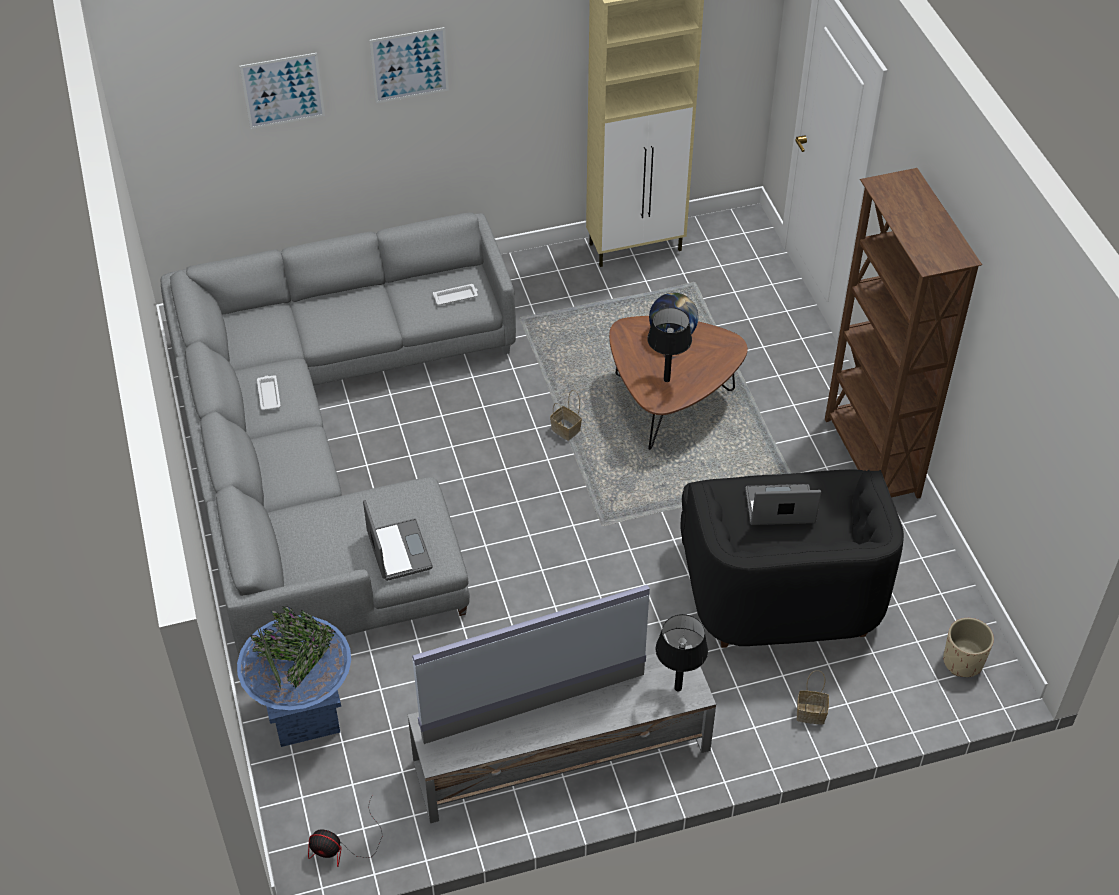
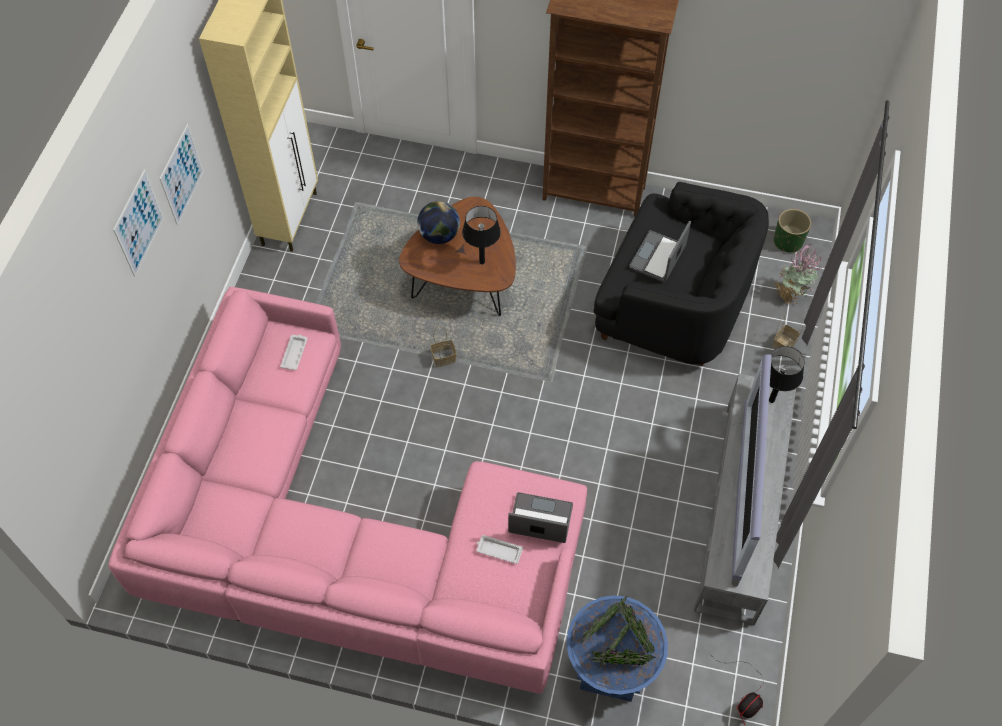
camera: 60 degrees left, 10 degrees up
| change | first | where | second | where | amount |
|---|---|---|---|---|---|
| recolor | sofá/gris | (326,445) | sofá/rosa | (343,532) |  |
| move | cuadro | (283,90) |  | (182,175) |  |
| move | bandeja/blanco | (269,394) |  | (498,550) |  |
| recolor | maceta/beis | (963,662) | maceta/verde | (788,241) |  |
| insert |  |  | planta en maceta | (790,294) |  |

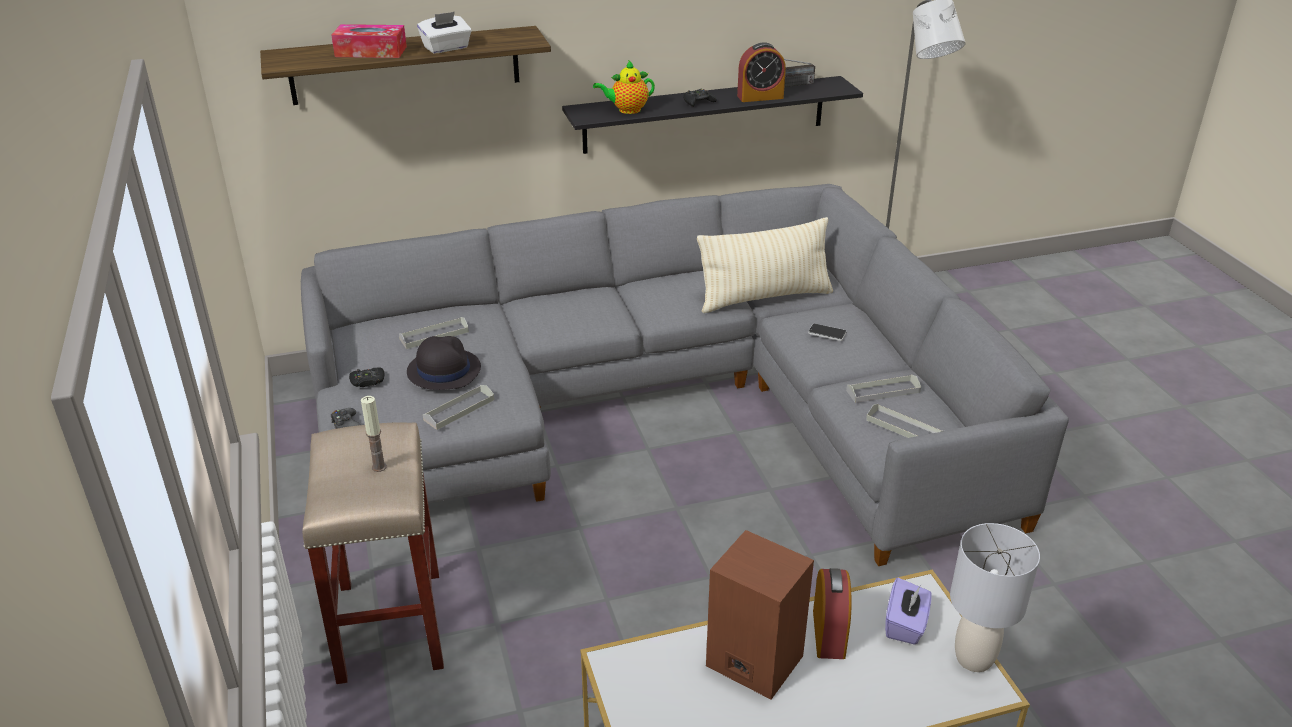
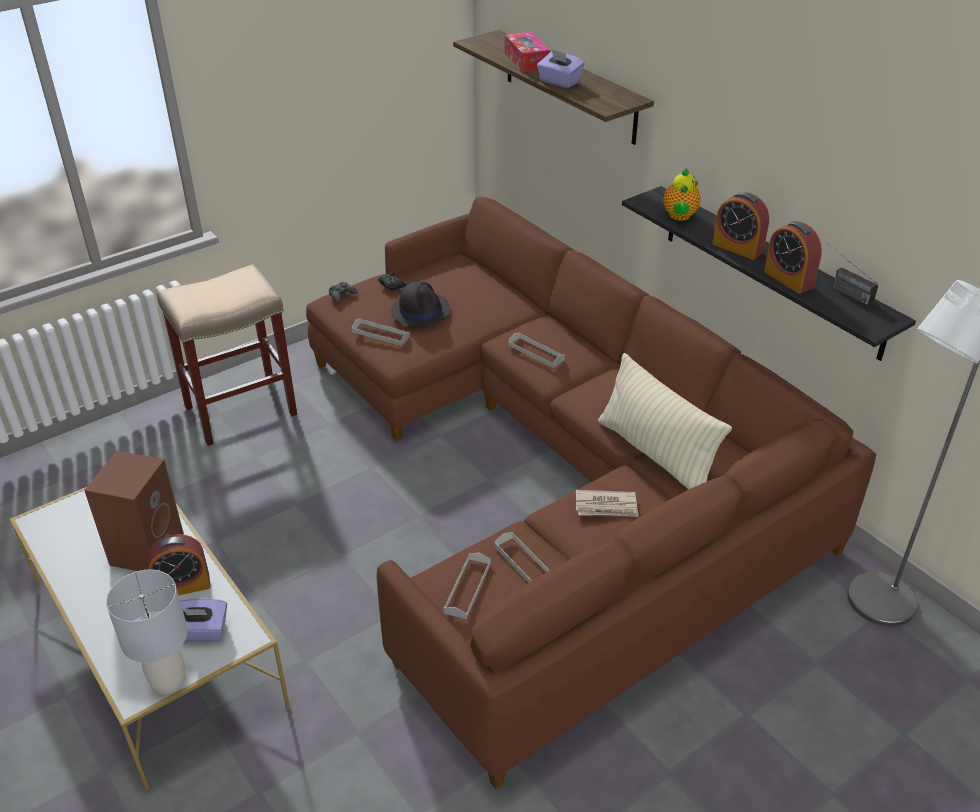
camera: 70 degrees right, 5 degrees up
| change | first | where | second | where | amount |
|---|---|---|---|---|---|
| recolor | sofá/gris | (661,406) | sofá/marrón | (554,472) |  |
| move | bandeja/gris | (434,335) |  | (536,352) |  |
| recolor | caja de pañuelos/blanco | (446,48) | caja de pañuelos/morado | (559,82) |  |
| replace | móvil | (827,333) | periódico | (606,506) |  |
| rotate | tetera | (627,110) |  | (679,216) | 135 degrees counterclockwise |
| replace | mando de consola/negro | (698,102) | despertador | (737,248) |  |
| delete | vela | (379,467) |  |  |  |

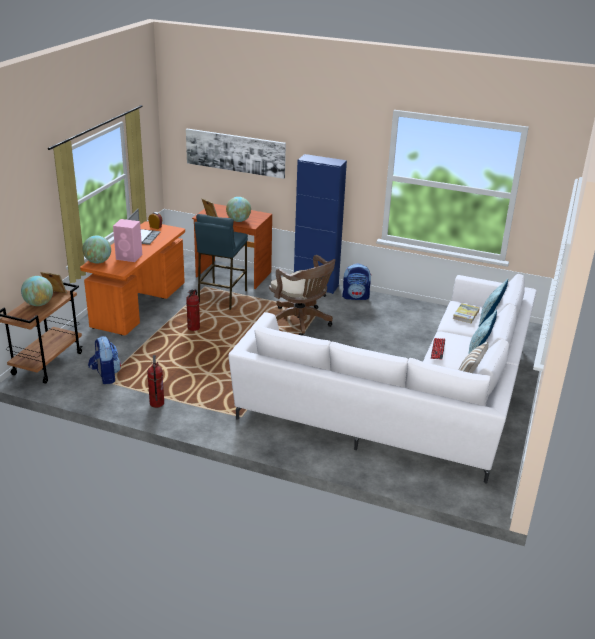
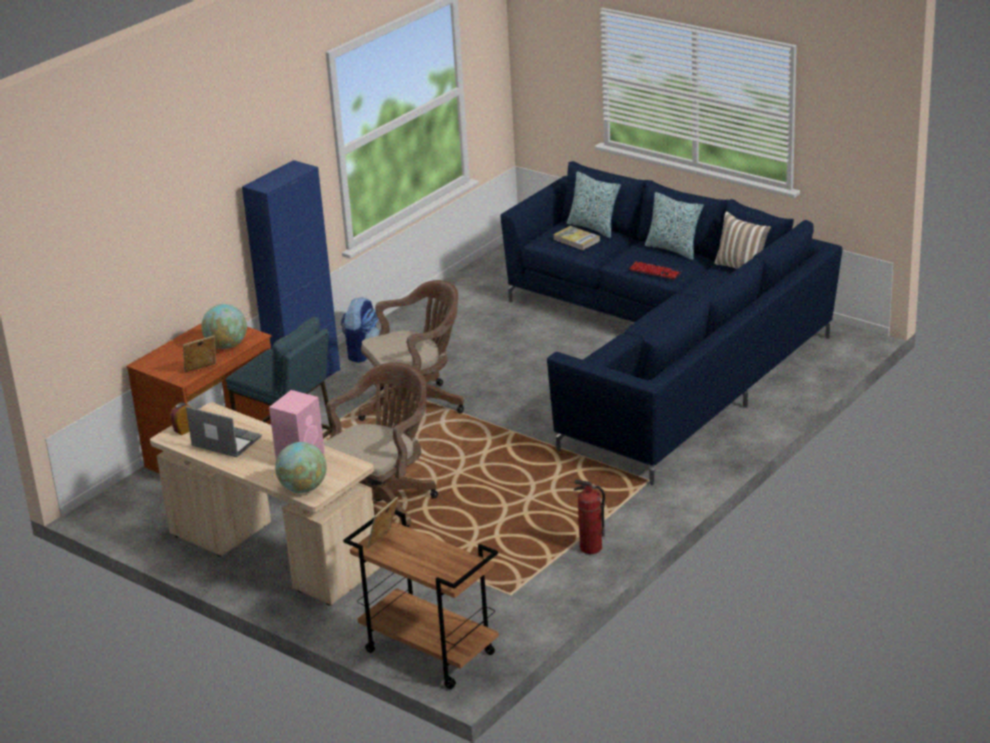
camera: 70 degrees left, 0 degrees up
| change | first | where | second | where | amount |
|---|---|---|---|---|---|
| recolor | escritorio/naranja | (139,305) | escritorio/beis | (273,554) |  |
| replace | extintor | (194,328) | silla de oficina/marrón | (384,503) |  |
| recolor | sofá/blanco | (412,406) | sofá/azul | (667,355) |  |
| delete | globo terráqueo | (39,304) |  |  |  |
| delete | mochila | (106,376) |  |  |  |
| delete | cuadro | (235,152) |  |  |  |

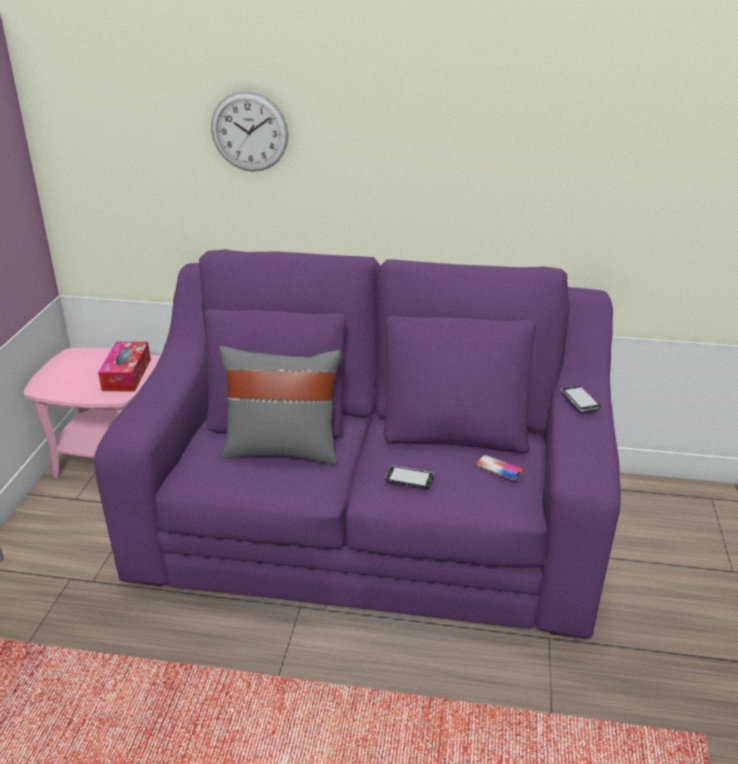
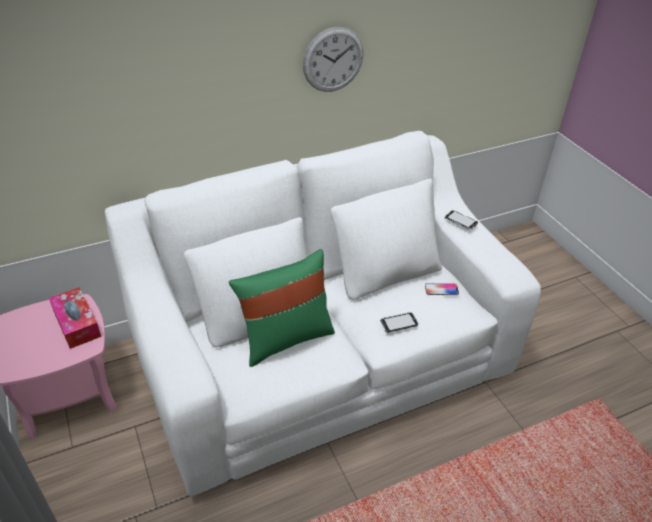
camera: 35 degrees left, 10 degrees up
| change | first | where | second | where | amount |
|---|---|---|---|---|---|
| recolor | sofá/morado | (369,530) | sofá/blanco | (322,361) |  |
| recolor | cojín/gris | (282,449) | cojín/verde | (285,338) |  |
| move | reloj de pared | (249,132) |  | (333,60) |  |

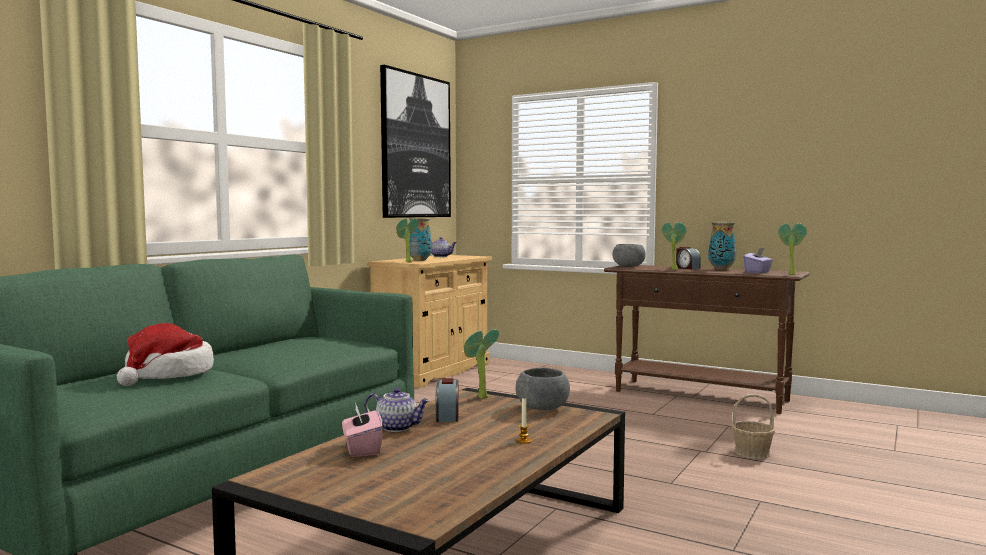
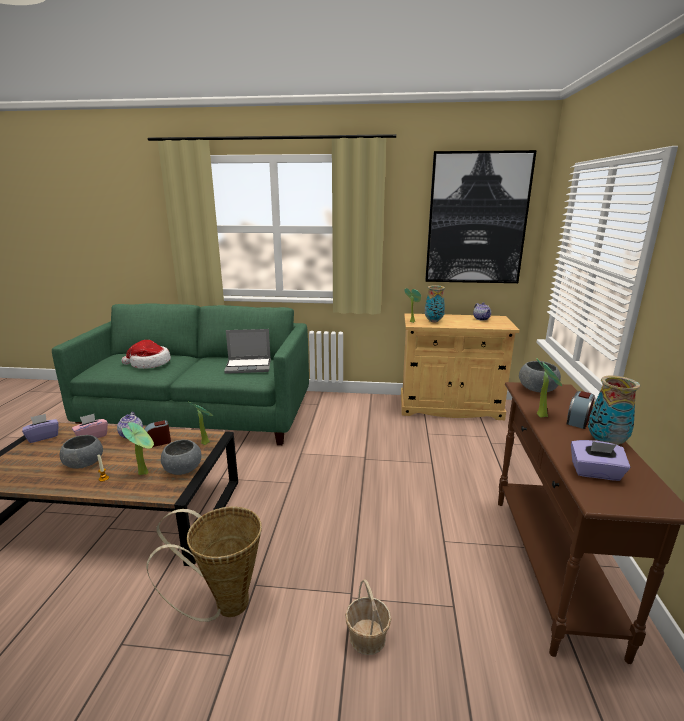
camera: 65 degrees right, 15 degrees up
| change | first | where | second | where | amount |
|---|---|---|---|---|---|
| insert |  |  | caja de pañuelos/morado | (43,437) |  |
| insert |  |  | cuenco/gris | (84,464) |  |
| move | planta en maceta | (790,274) |  | (145,472) |  |
| insert |  |  | cesta | (224,605) |  |
| insert |  |  | portátil | (249,366) |  |

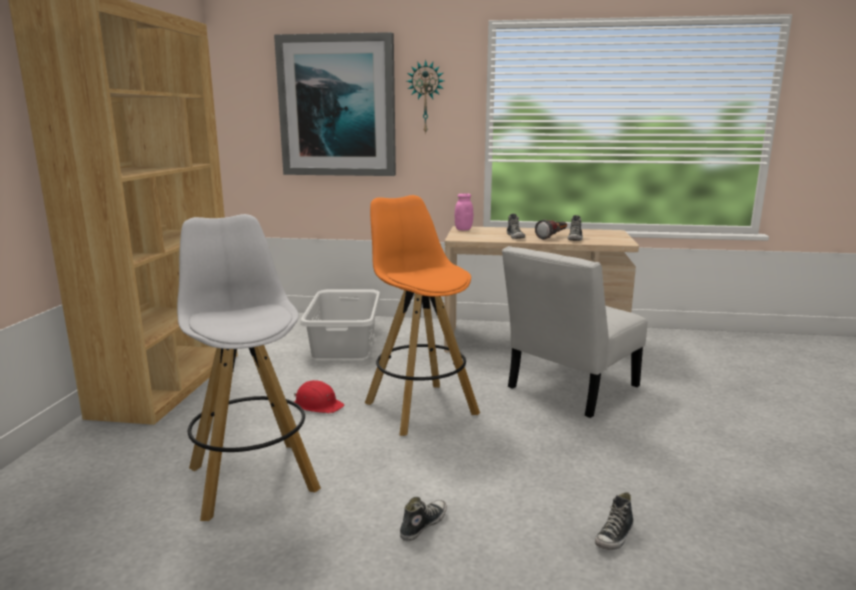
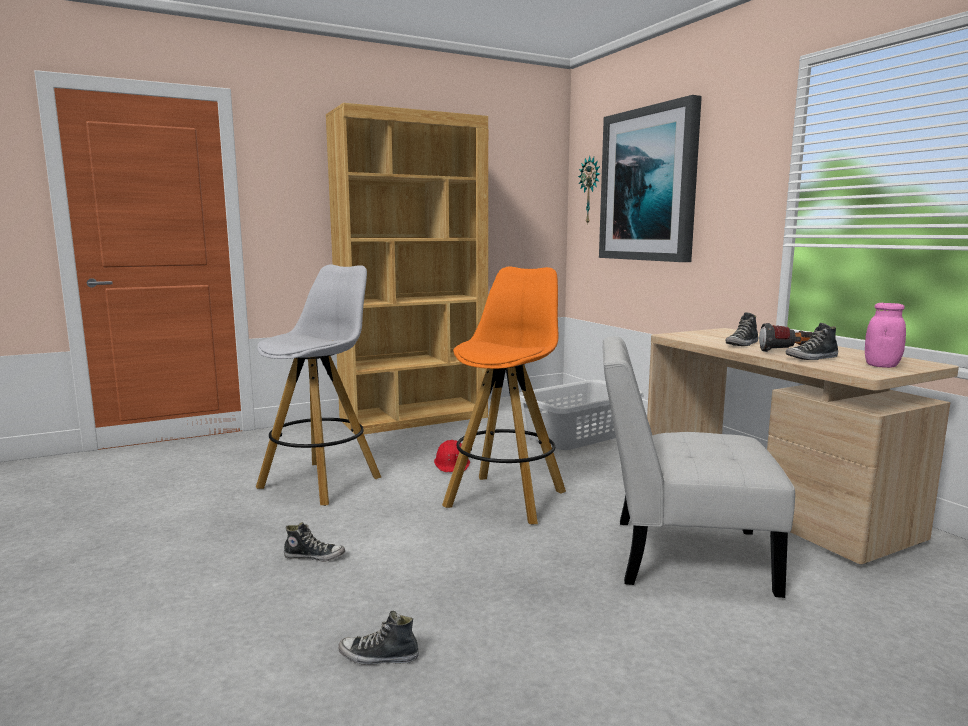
camera: 55 degrees right, 5 degrees down
| change | first | where | second | where | amount |
|---|---|---|---|---|---|
| move | reloj de pared | (425,97) |  | (590,190) |  |
| move | tarro/rosa | (463,229) |  | (881,366) |  |

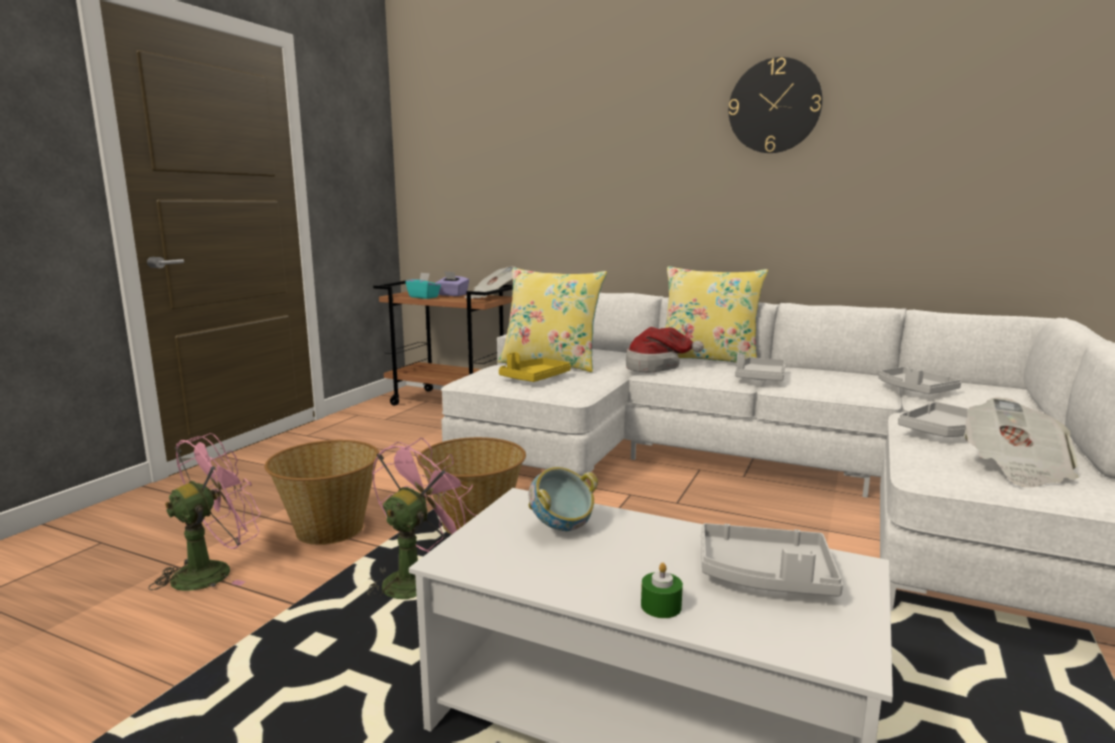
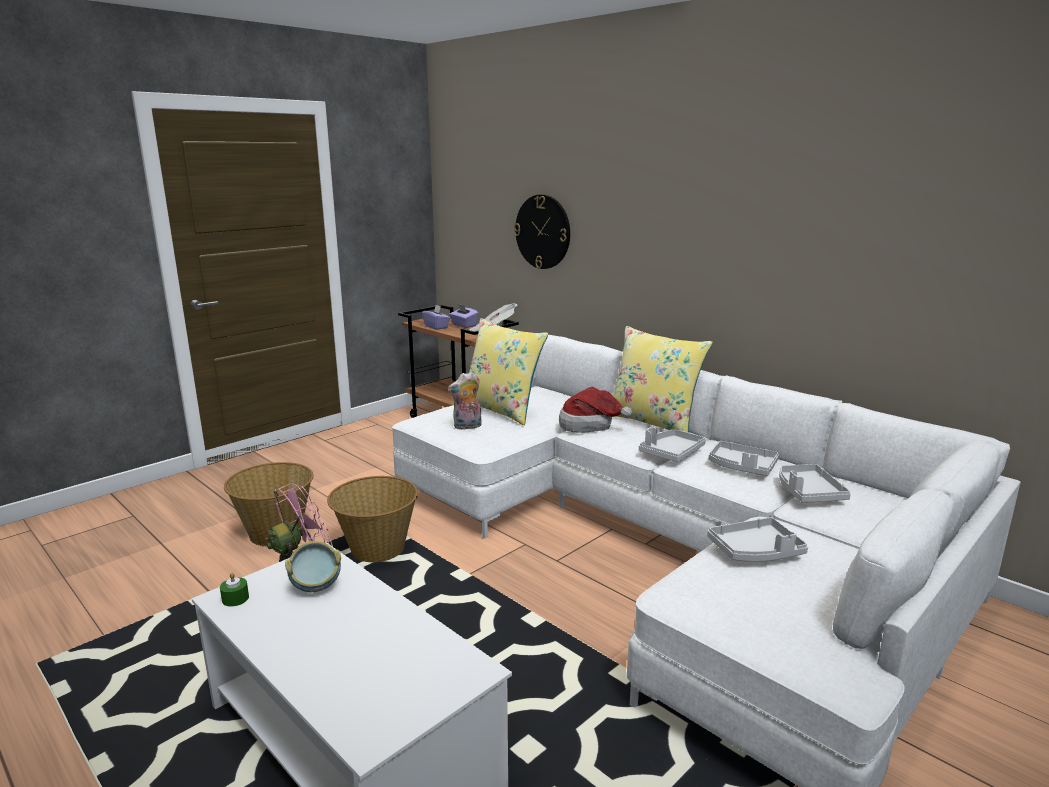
camera: 20 degrees right, 5 degrees up
| change | first | where | second | where | amount |
|---|---|---|---|---|---|
| move | vela/verde | (661,606) |  | (235,598) |  |
| recolor | caja de pañuelos/turquesa | (424,297) | caja de pañuelos/morado | (436,327) |  |
| replace | bandeja/amarillo | (534,378) | peluche | (467,427) |  |
| move | reloj de pared | (774,106) |  | (543,232) |  |
| move | bandeja/gris | (765,576) |  | (742,467) |  |
| delete | ventilador/rosa | (213,571) |  |  |  |
| delete | periódico | (1015,468) |  |  |  |

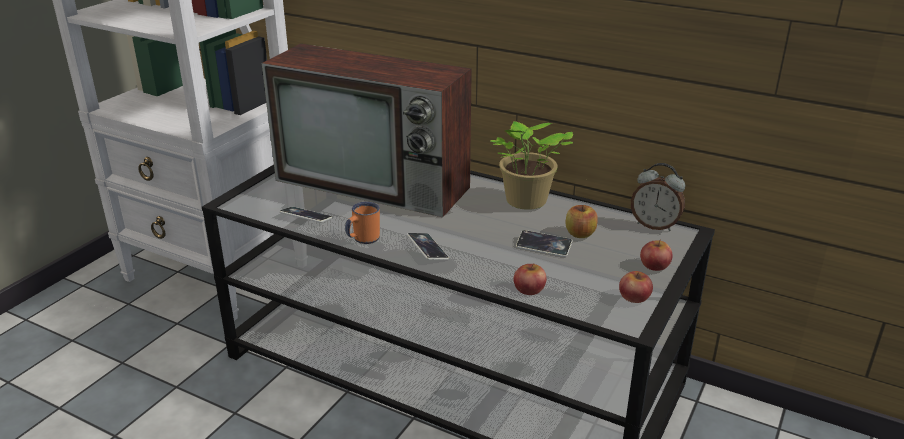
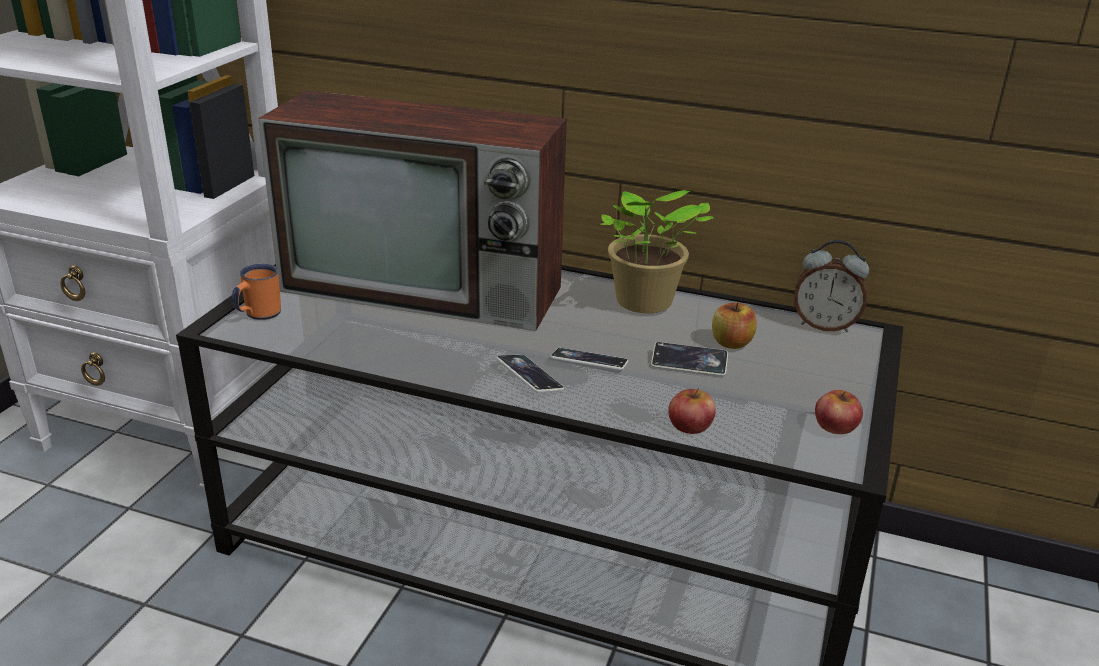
camera: 10 degrees left, 0 degrees up
| change | first | where | second | where | amount |
|---|---|---|---|---|---|
| move | taza grande/naranja | (362,239) |  | (258,315) |  |
| move | móvil | (306,217) |  | (589,363) |  |
| delete | manzana | (654,265) |  |  |  |

